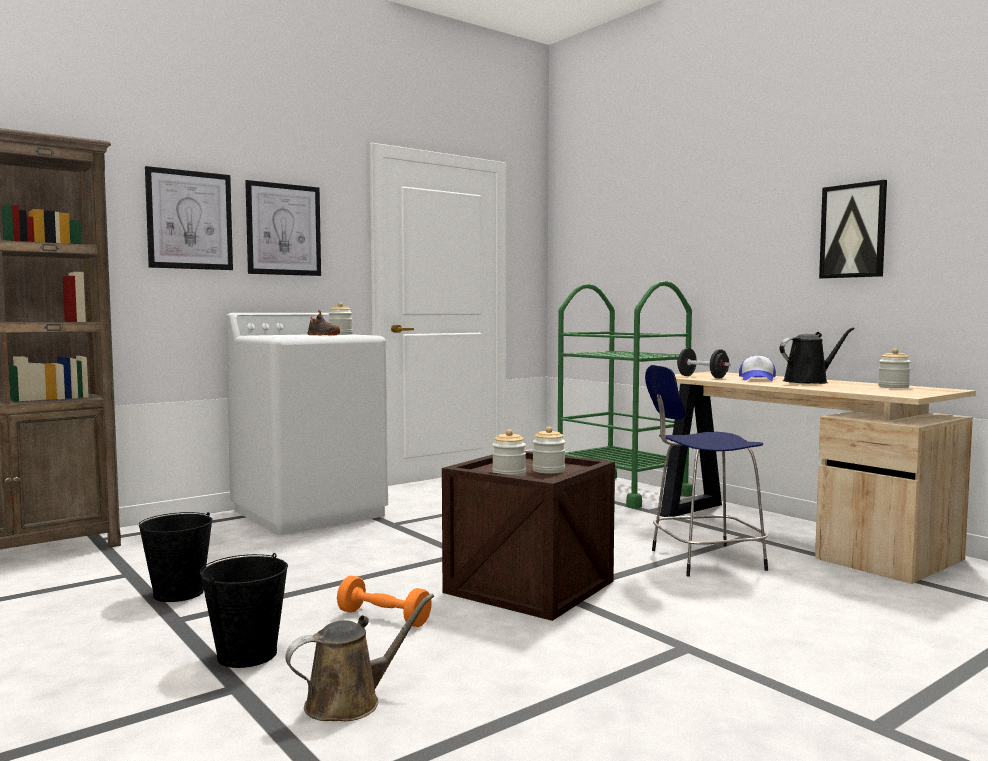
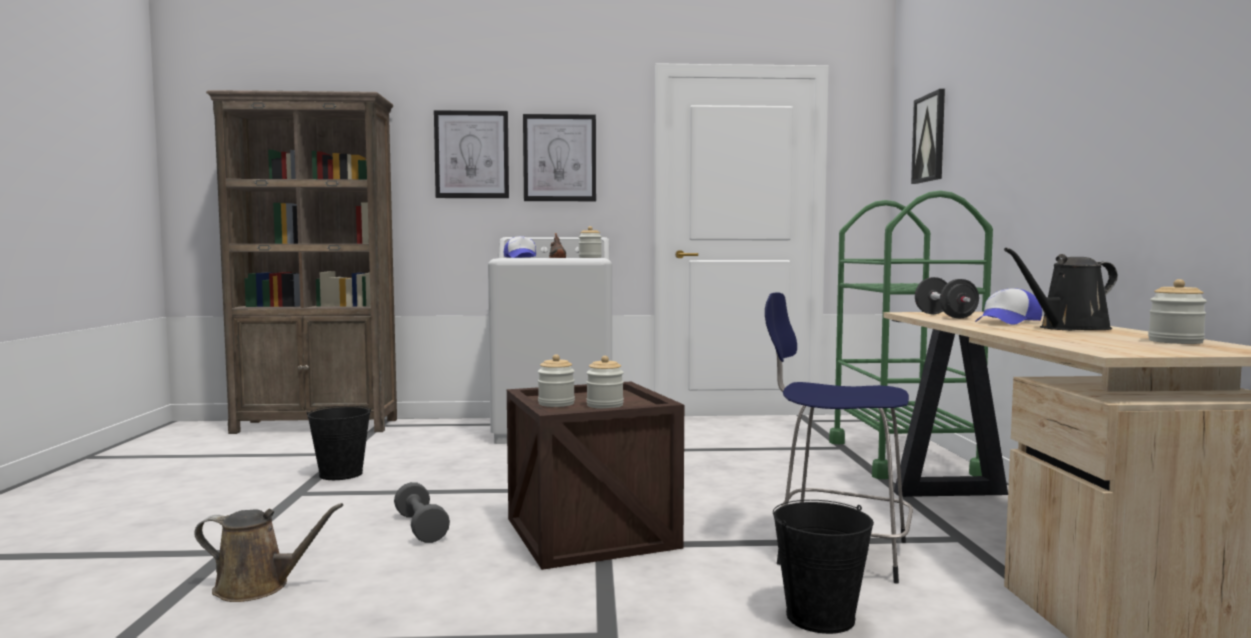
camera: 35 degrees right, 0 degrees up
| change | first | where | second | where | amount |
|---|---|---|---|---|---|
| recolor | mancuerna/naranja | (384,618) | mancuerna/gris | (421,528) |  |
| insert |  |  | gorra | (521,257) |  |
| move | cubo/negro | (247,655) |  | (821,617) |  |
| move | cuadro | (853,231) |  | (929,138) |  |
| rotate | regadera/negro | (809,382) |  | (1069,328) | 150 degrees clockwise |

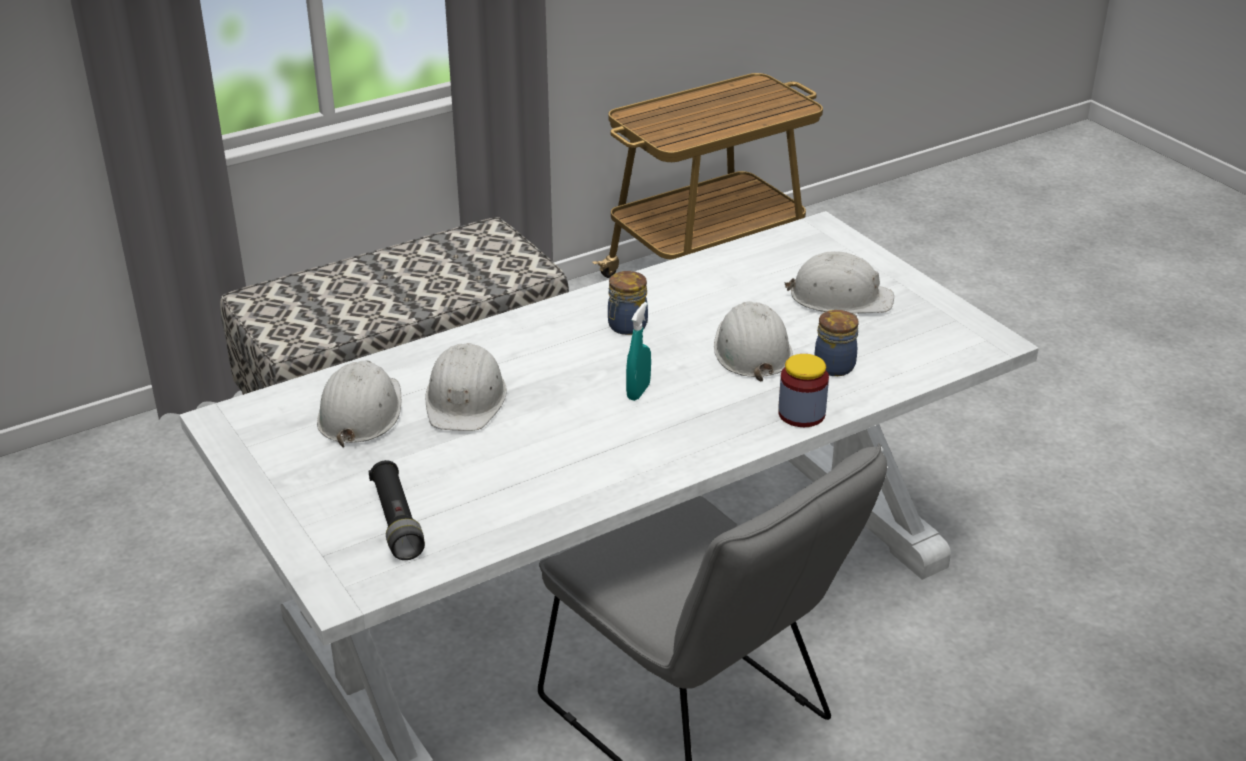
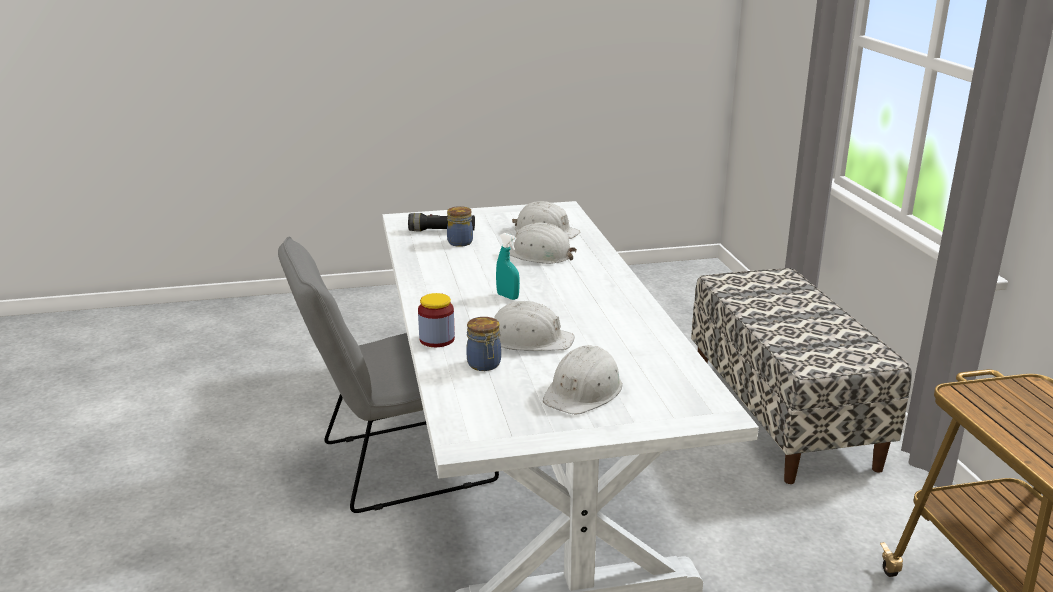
camera: 110 degrees right, 10 degrees down
| change | first | where | second | where | amount |
|---|---|---|---|---|---|
| move | tarro | (626,326) |  | (459,242) |  |

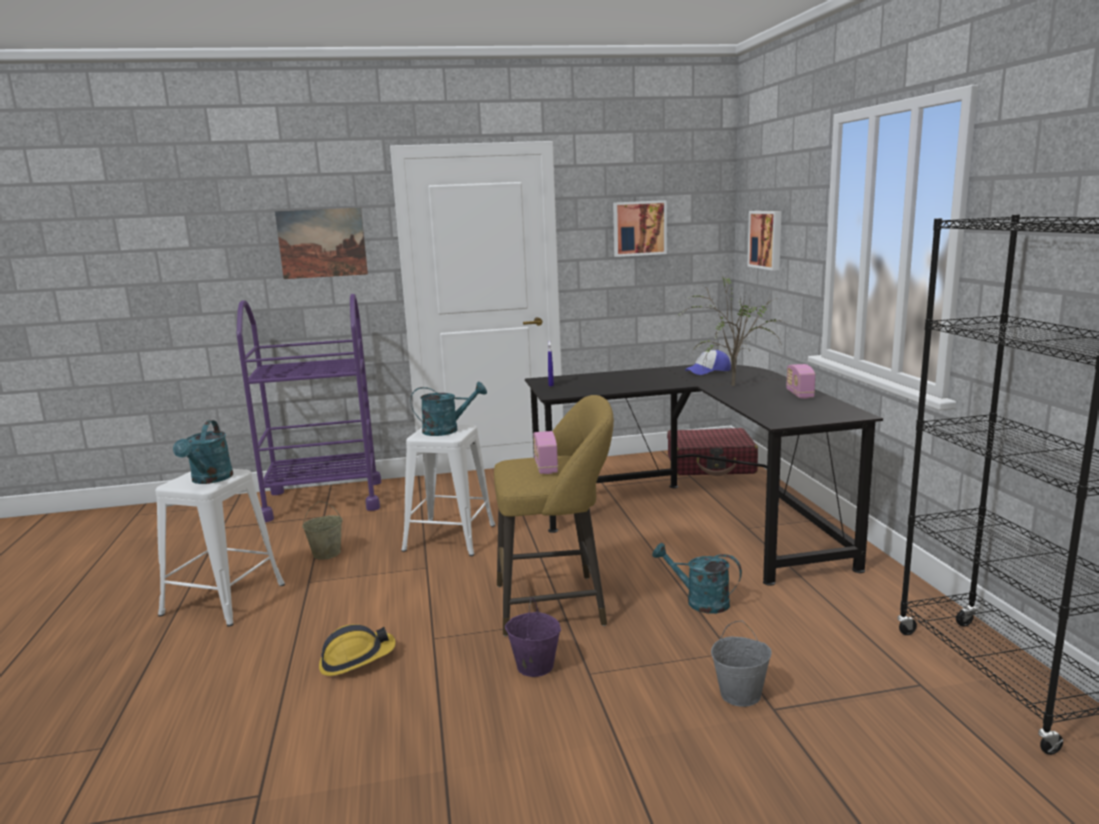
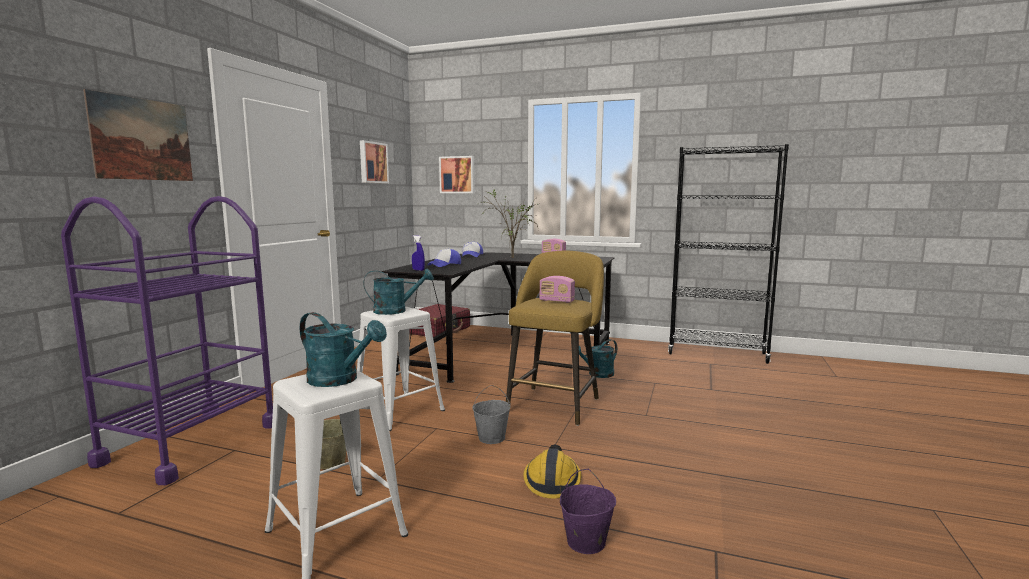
camera: 60 degrees left, 5 degrees down
| change | first | where | second | where | amount |
|---|---|---|---|---|---|
| rotate | regadera/turquesa | (447,430) |  | (396,311) | 60 degrees clockwise |
| insert |  |  | gorra | (445,265) |  |
| move | cubo/gris | (741,694) |  | (492,437) |  |
| move | cubo/morado | (534,666) |  | (585,542) |  |

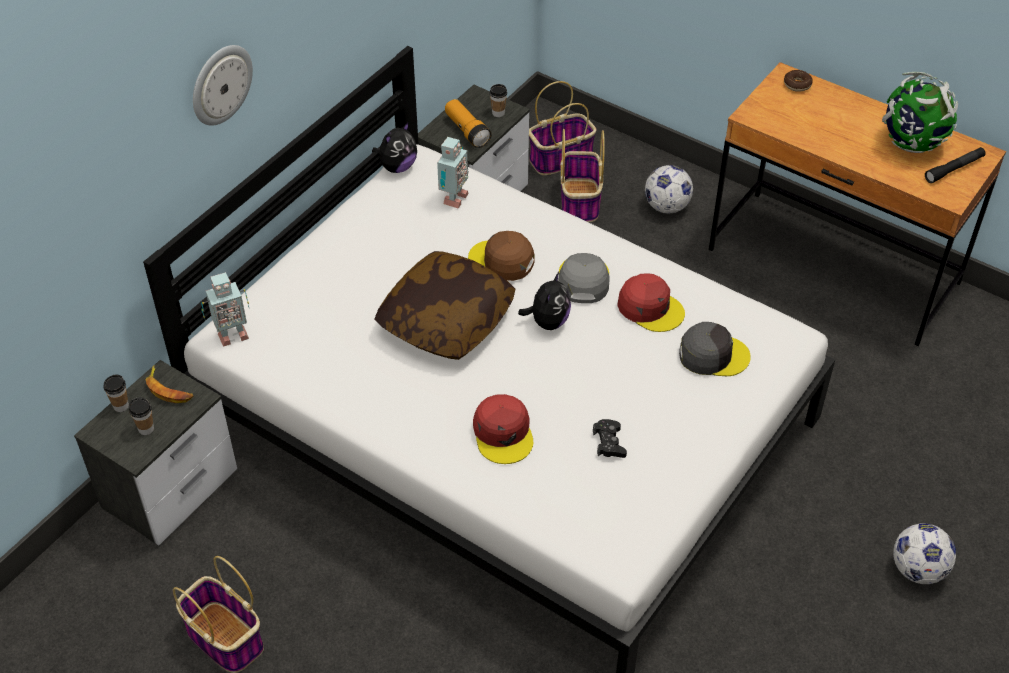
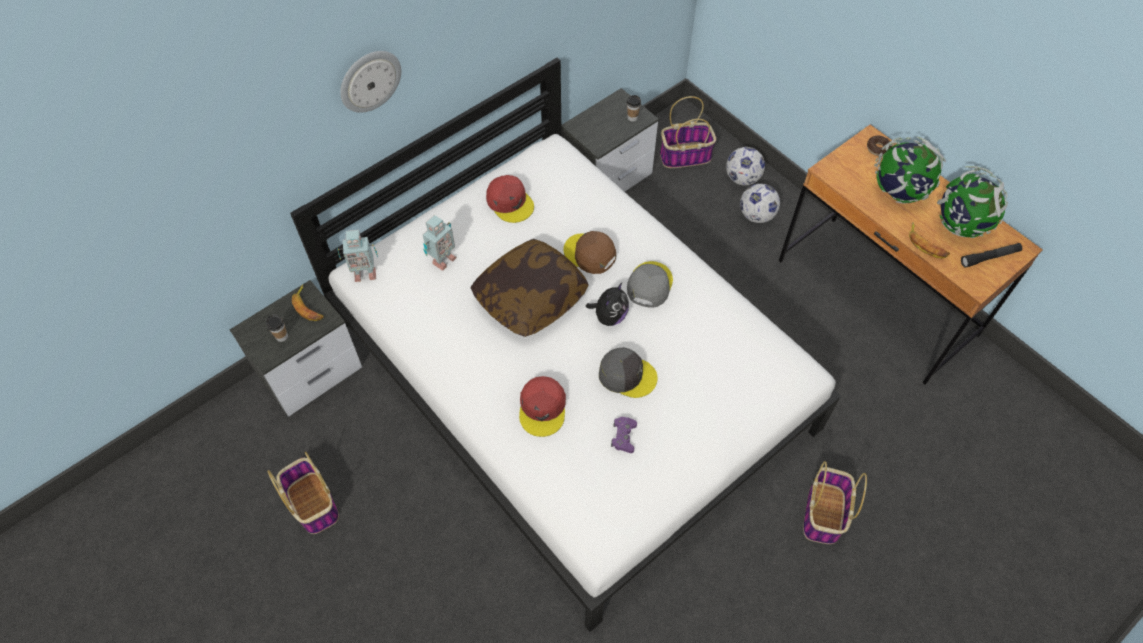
camera: 15 degrees right, 10 degrees up
| change | first | where | second | where | amount |
|---|---|---|---|---|---|
| move | robot de juguete | (453,199) |  | (442,260) |  |
| move | gorra/rojo | (650,308) |  | (510,202) |  |
| move | gorra/gris | (713,355) |  | (627,375) |  |
| recolor | mando de consola/negro | (609,443) | mando de consola/morado | (623,437) |  |
| move | balón de fútbol | (917,570) |  | (742,178) |  |
| move | cesta | (580,202) |  | (824,514) |  |
| insert |  |  | globo terráqueo | (898,192) |  |
| insert |  |  | plátano | (926,244) |  |
| delete | taza | (121,406) |  |  |  |
| delete | peluche | (397,167) |  |  |  |
| delete | linterna | (467,131) |  |  |  |

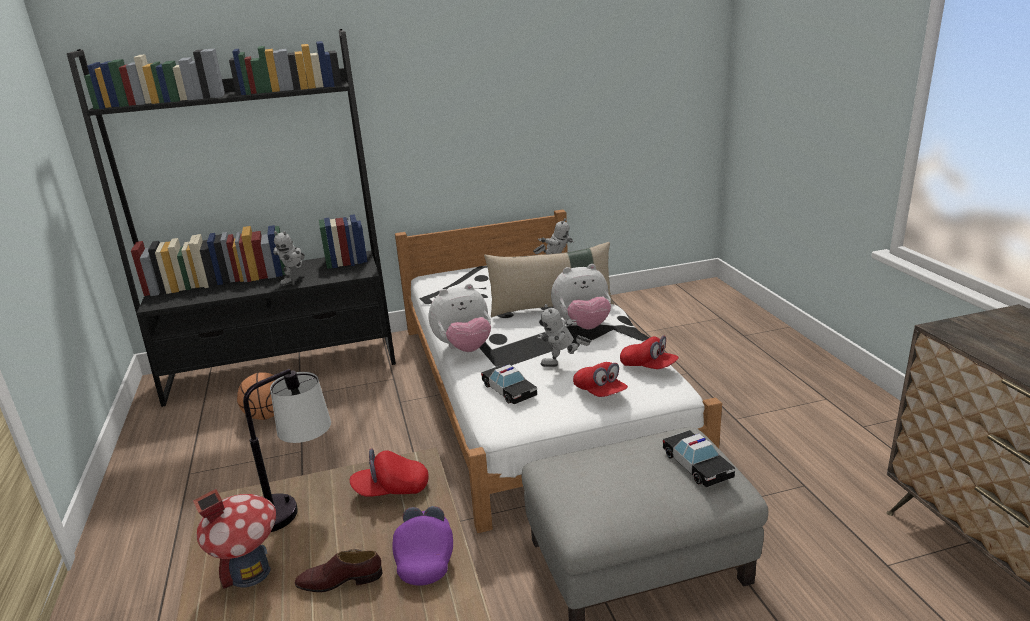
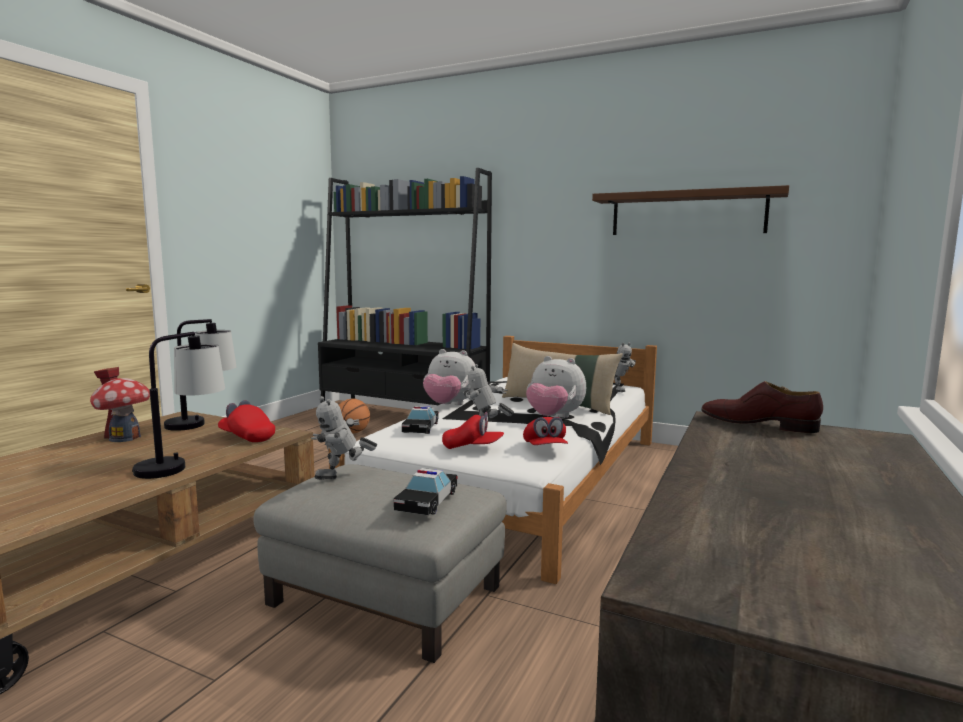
camera: 40 degrees right, 15 degrees down
| change | first | where | second | where | amount |
|---|---|---|---|---|---|
| replace | gorra/morado | (425,558) | lámpara de mesa | (182,464) |  |
| move | robot de juguete | (295,281) |  | (343,477) |  |
| rotate | gorra/rojo | (600,392) |  | (472,448) | 90 degrees counterclockwise |
| insert |  |  | estante/marrón | (687,213) |  |
| move | zapato/marrón | (340,580) |  | (757,424) |  |

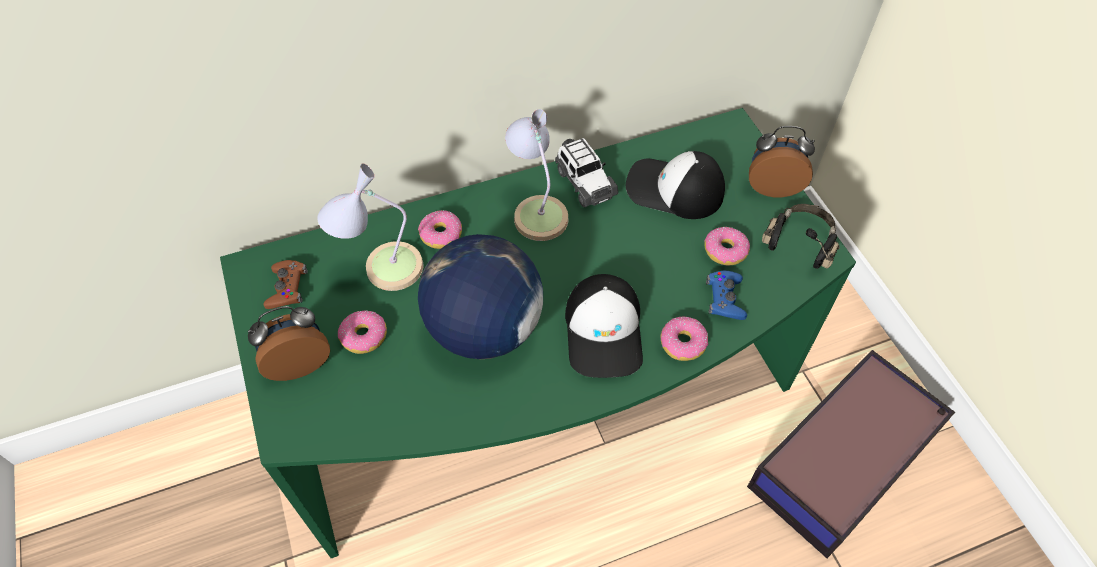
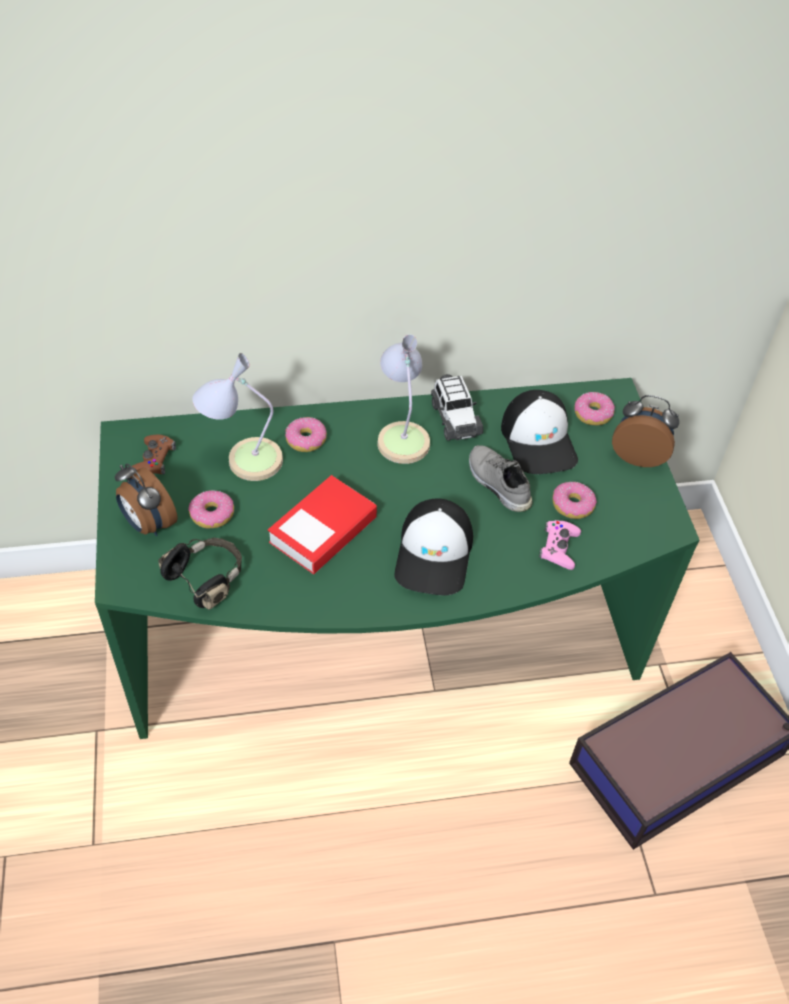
camera: 10 degrees right, 5 degrees down
| change | first | where | second | where | amount |
|---|---|---|---|---|---|
| rotate | despertador | (298,362) |  | (148,524) | 120 degrees counterclockwise |
| move | auriculares/negro | (800,242) |  | (206,578) |  |
| replace | globo terráqueo | (484,329) | libro | (323,530) |  |
| insert |  |  | zapato/gris | (497,484) |  |
| rotate | gorra | (674,189) |  | (539,441) | 135 degrees counterclockwise |
| recolor | mando de consola/azul | (725,298) | mando de consola/rosa | (559,548) |  |
| move | rosquilla | (682,343) |  | (592,414) |  |

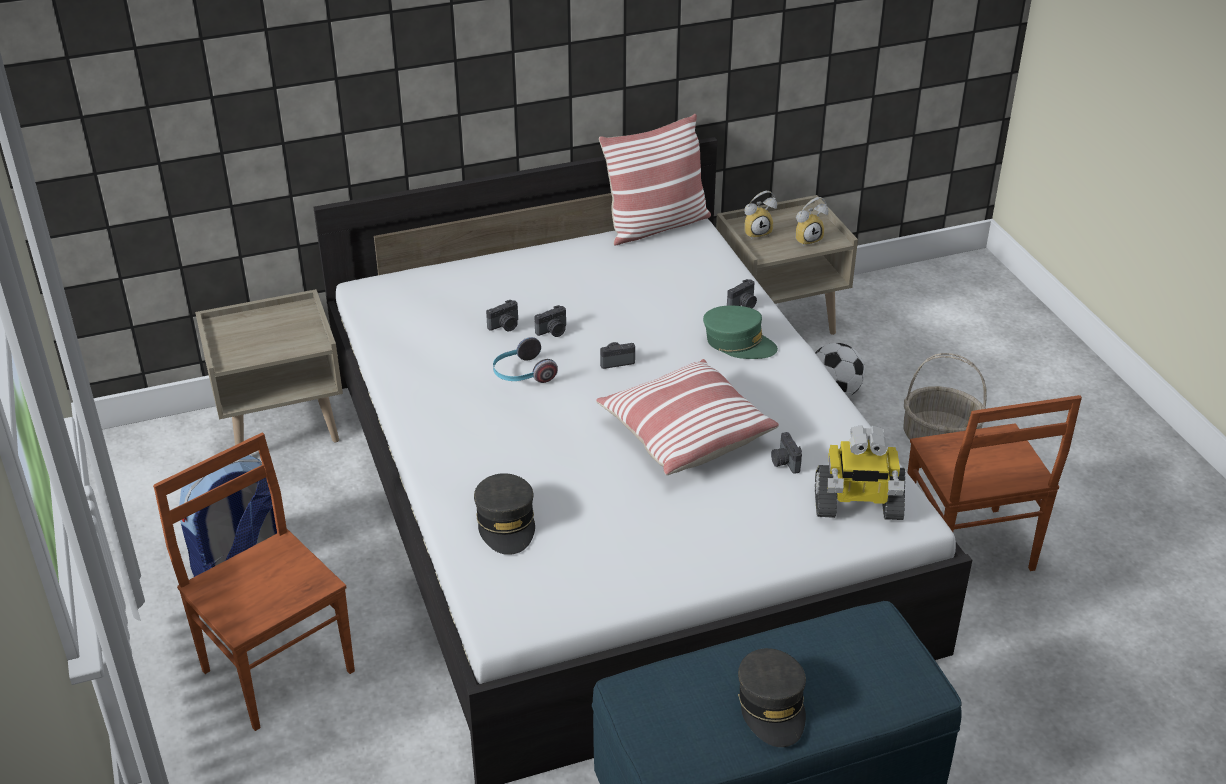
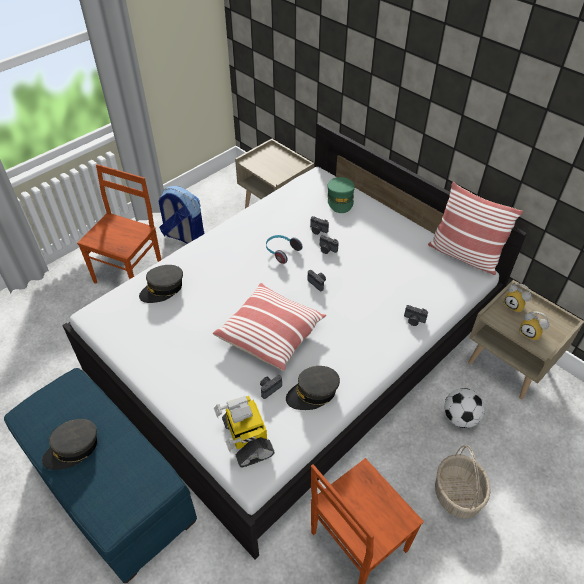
camera: 65 degrees right, 10 degrees up
| change | first | where | second | where | amount |
|---|---|---|---|---|---|
| insert |  |  | gorra/gris | (313,393) |  |
| move | gorra/verde | (738,343) |  | (340,200) |  |

